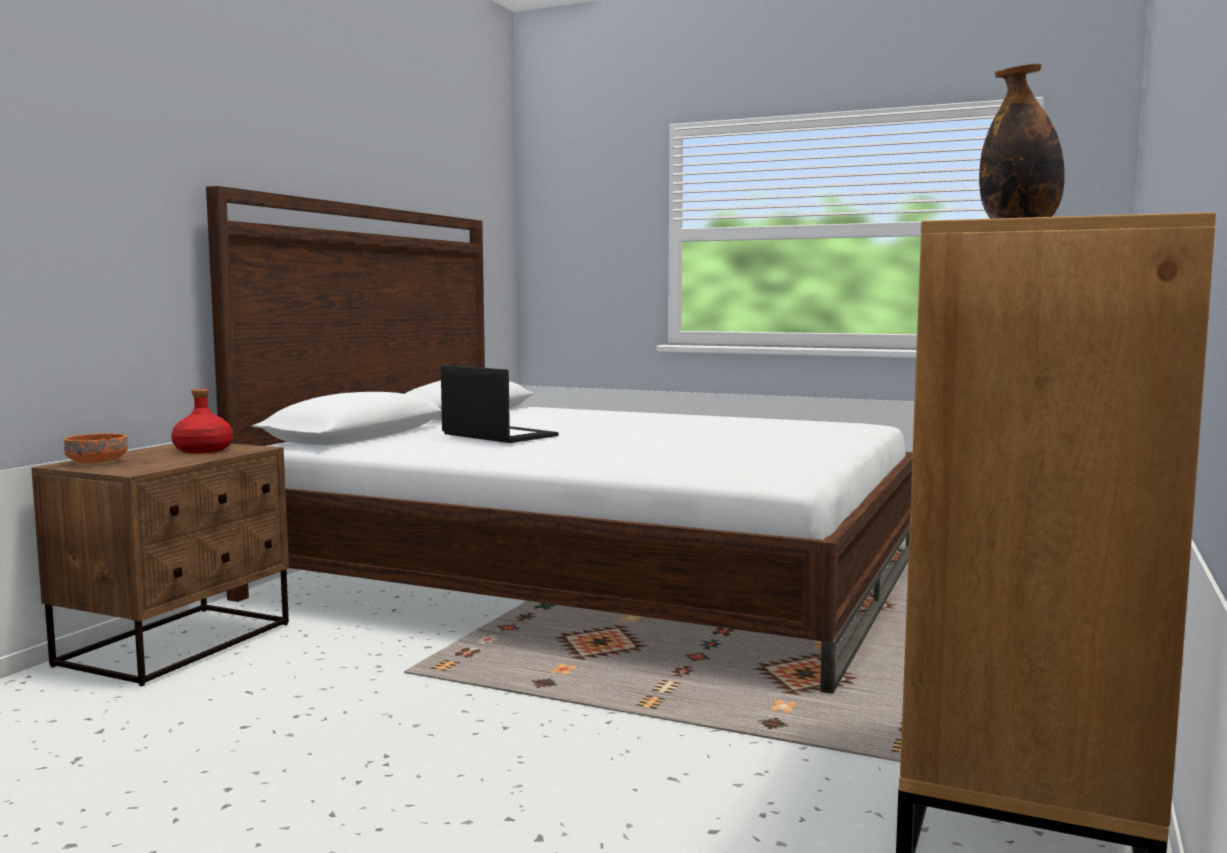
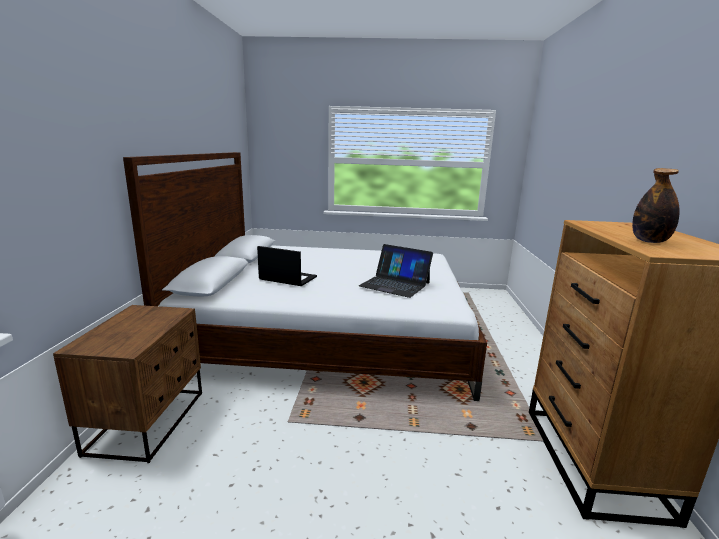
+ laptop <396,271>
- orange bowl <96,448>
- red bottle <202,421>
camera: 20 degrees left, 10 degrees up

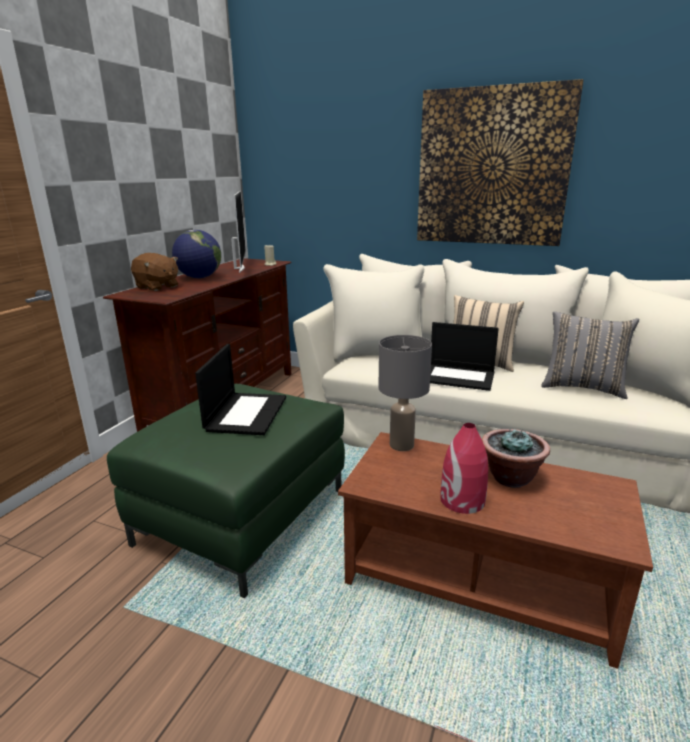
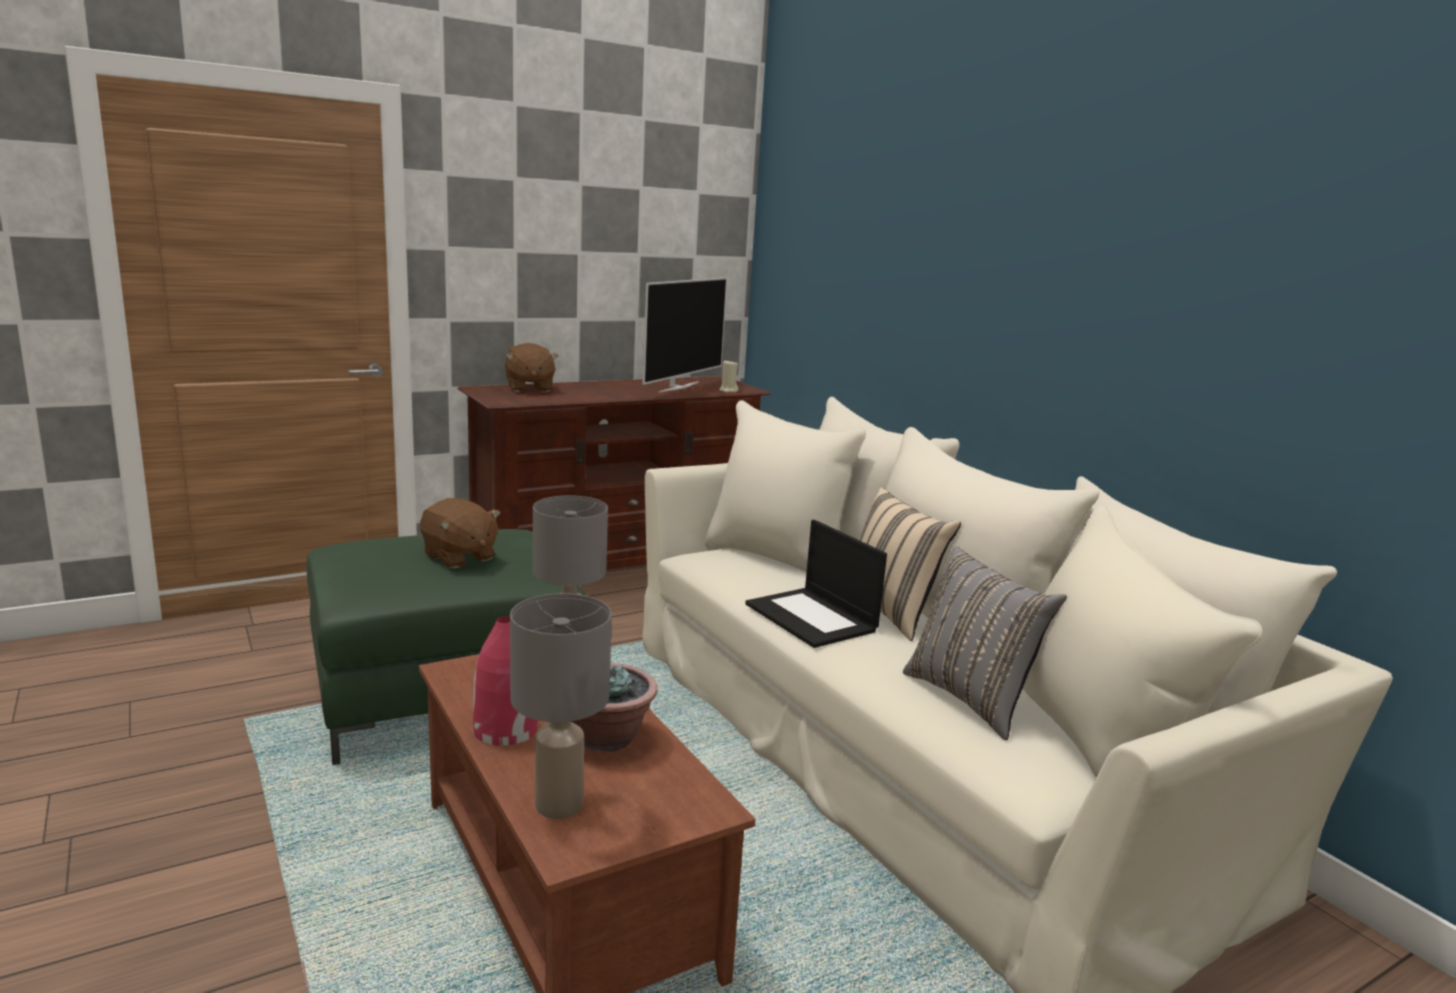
~ laptop <240,389> to brown plush toy <460,533>
+ grey table lamp <561,706>
- globe <196,254>
- picture <500,162>
camera: 35 degrees right, 5 degrees down

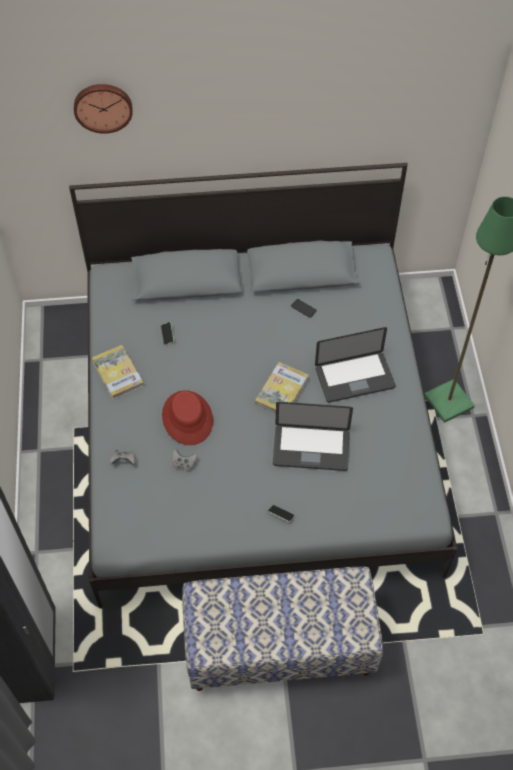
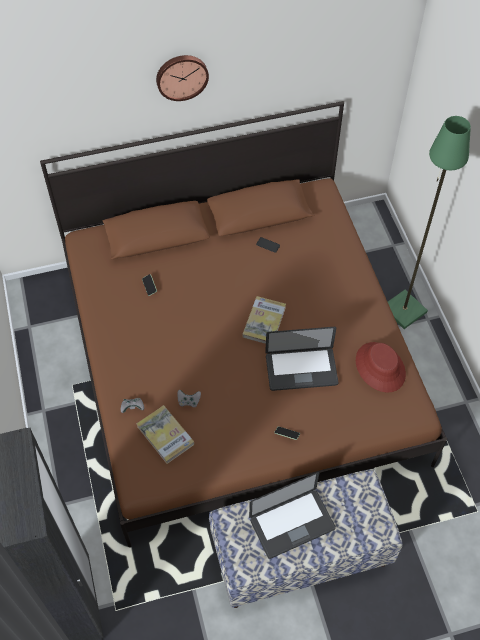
~ grey bed <263,385> to brown bed <243,324>
~ book <118,372> to <165,434>
~ wall clock <103,109> to <182,78>
~ laptop <355,364> to <292,515>
~ red hat <187,417> to <381,367>
camera: 10 degrees left, 0 degrees up

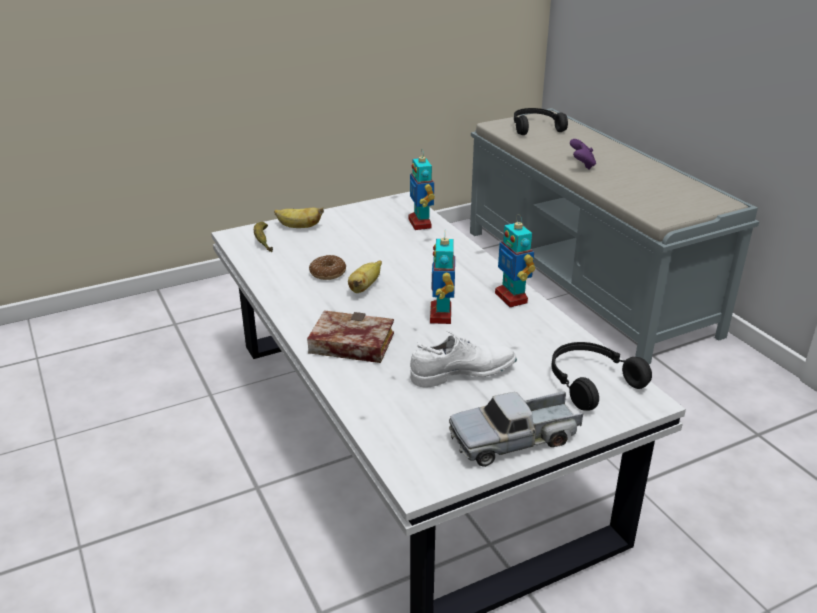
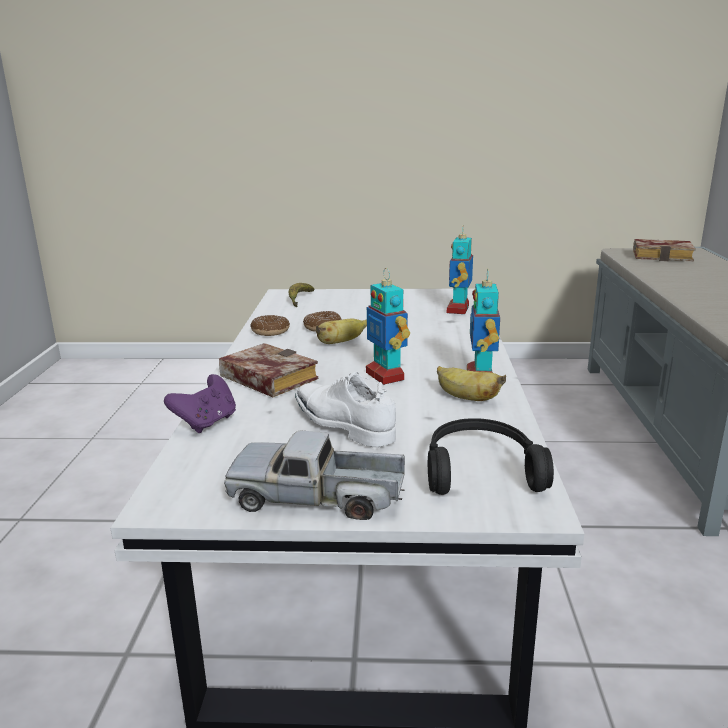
~ purple game controller <583,154> to <200,403>
+ donut <270,325>
~ white shoe <463,359> = <345,409> 150 degrees counterclockwise
~ toy robot <442,281> = <388,326> 60 degrees counterclockwise
~ banana <299,218> to <471,383>
~ black headphones <541,121> to book <664,250>
camera: 30 degrees right, 10 degrees down

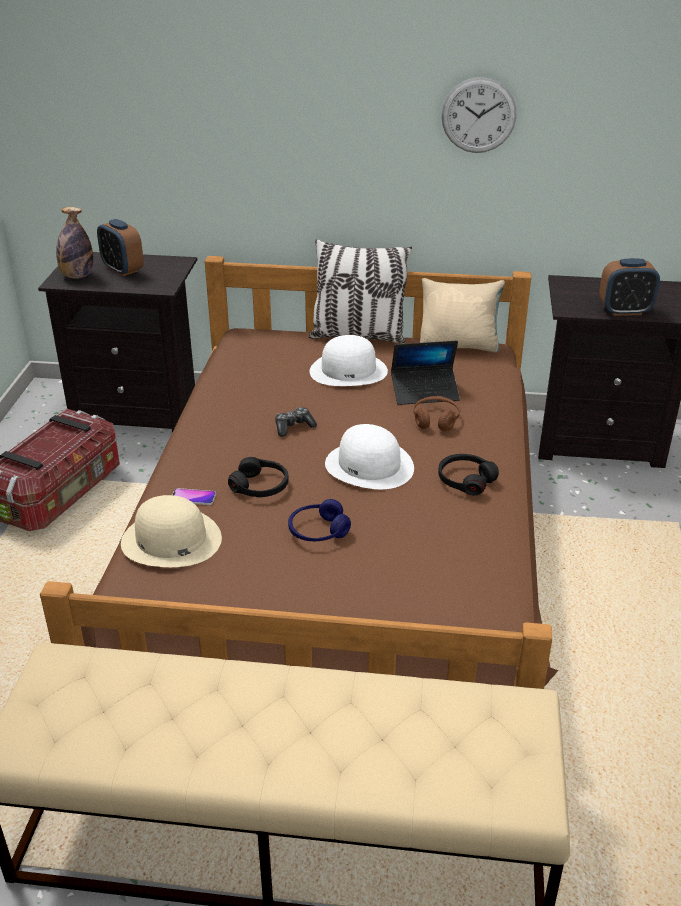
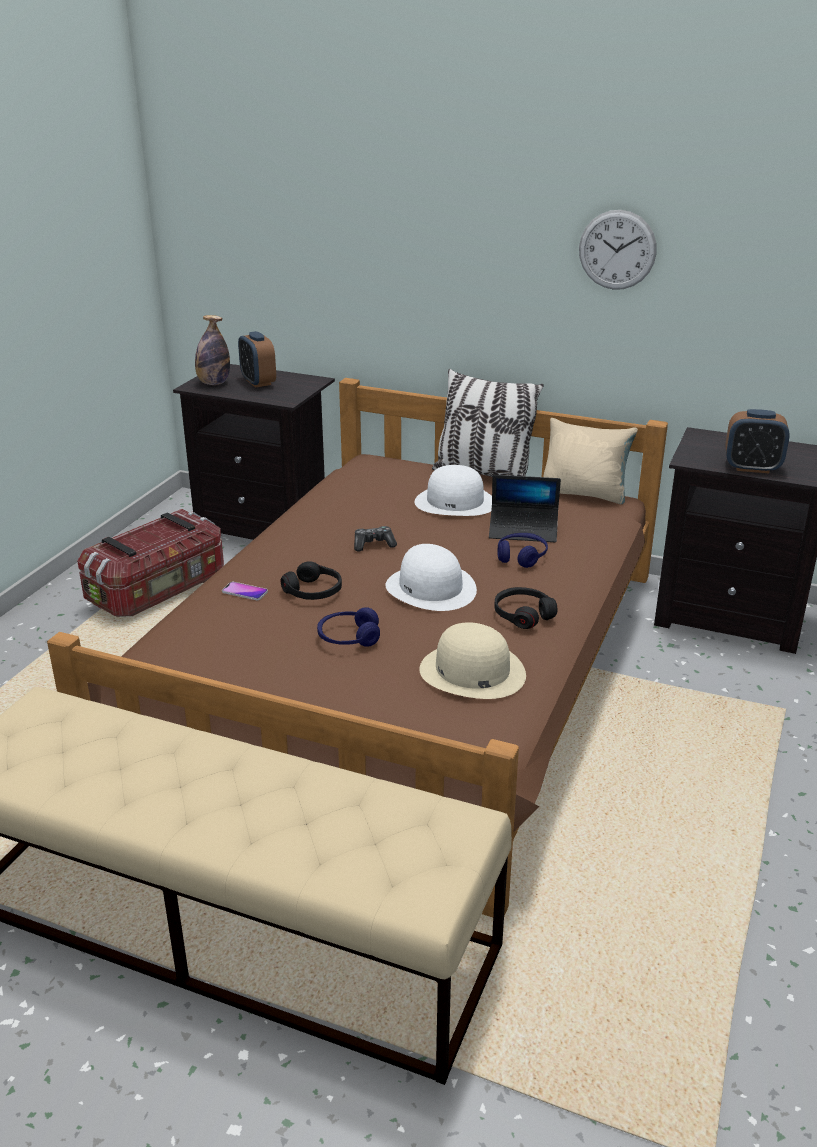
~ beige hat <171,531> to <472,660>
~ brown headphones <436,413> to blue headphones <522,550>
camera: 15 degrees right, 5 degrees down

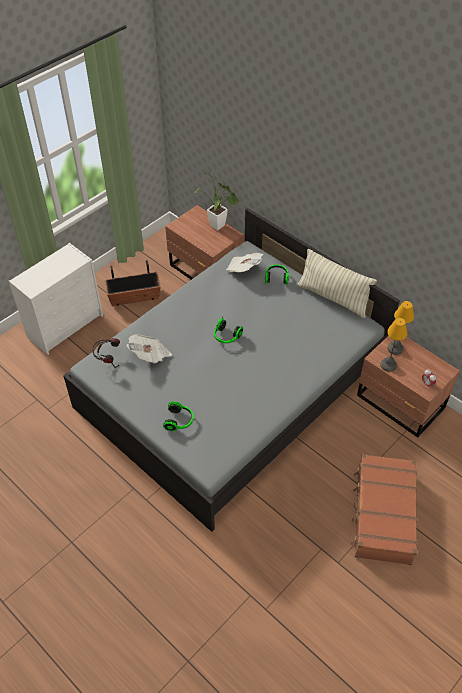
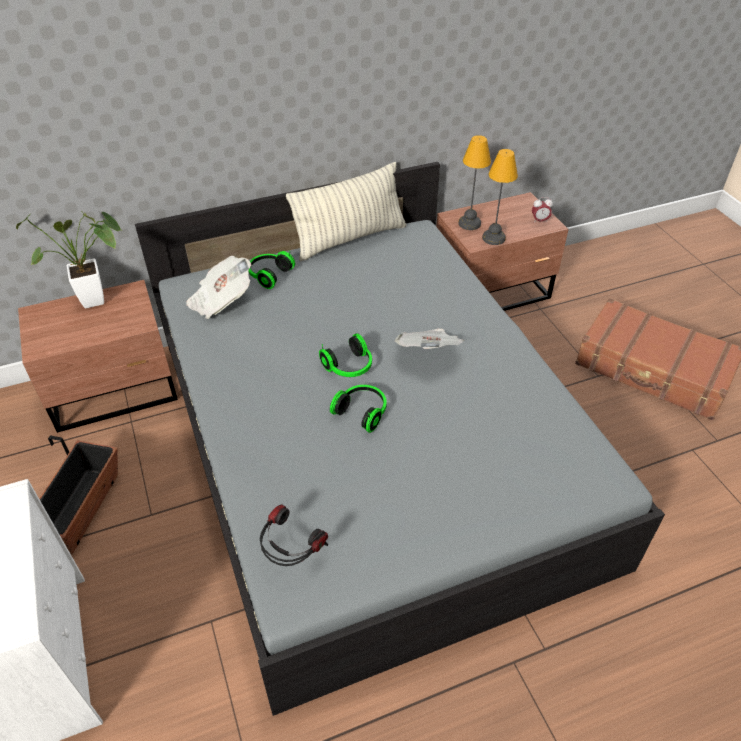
~ headphones <178,416> to <358,409>
~ newspaper <149,348> to <429,339>
camera: 65 degrees left, 5 degrees down

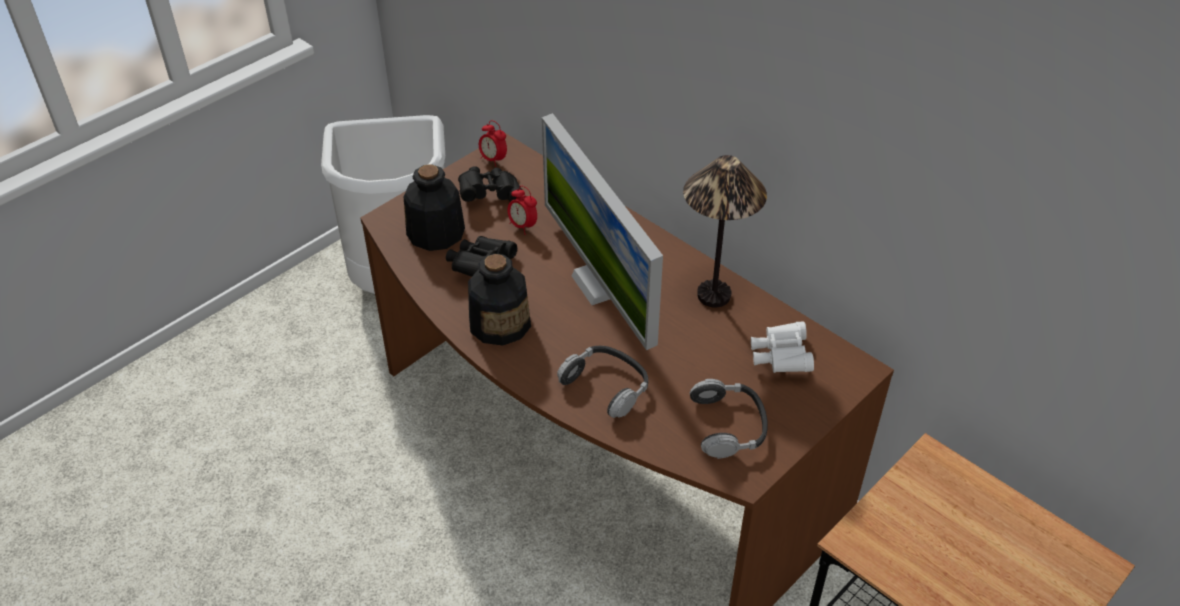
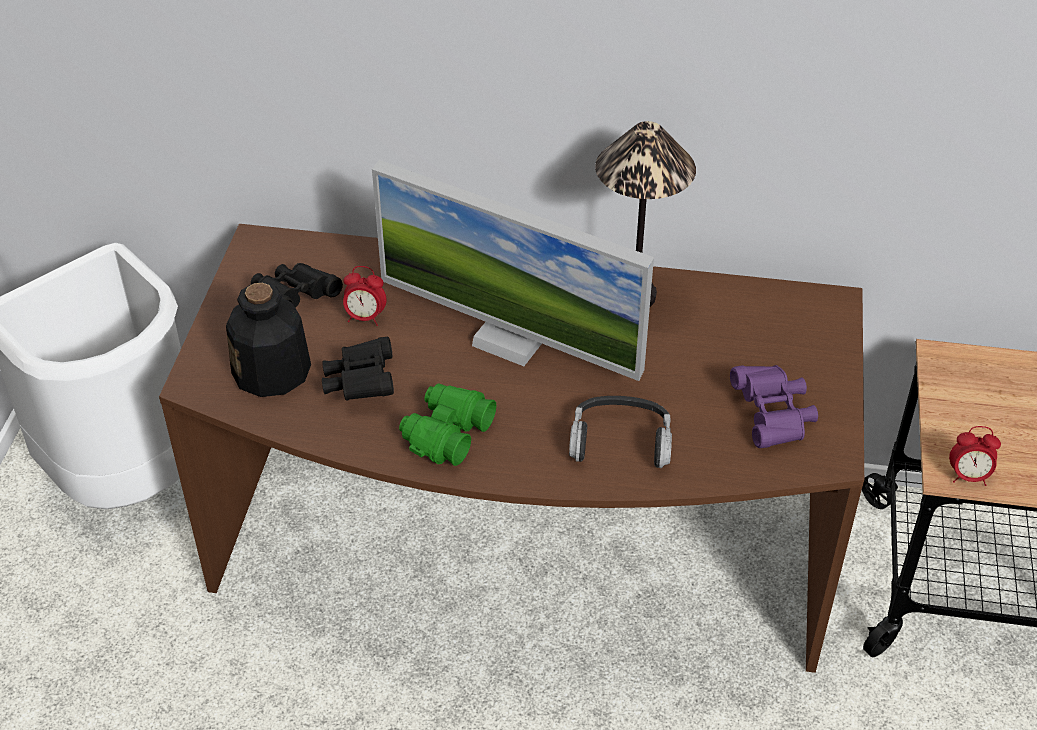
~ bottle <499,300> to green binoculars <447,424>
~ headphones <729,419> to purple binoculars <774,406>
~ alarm clock <493,143> to <975,456>
- white binoculars <782,347>
camera: 35 degrees left, 0 degrees up

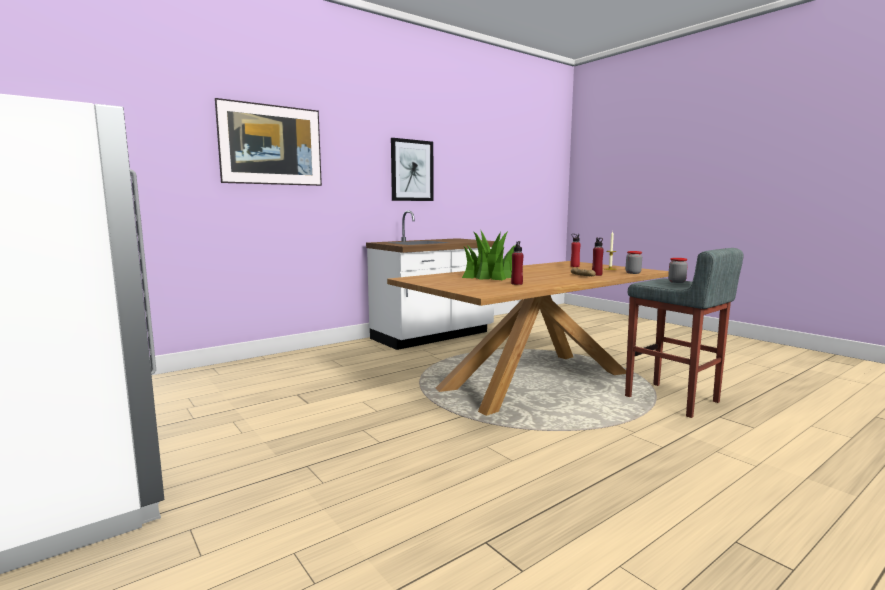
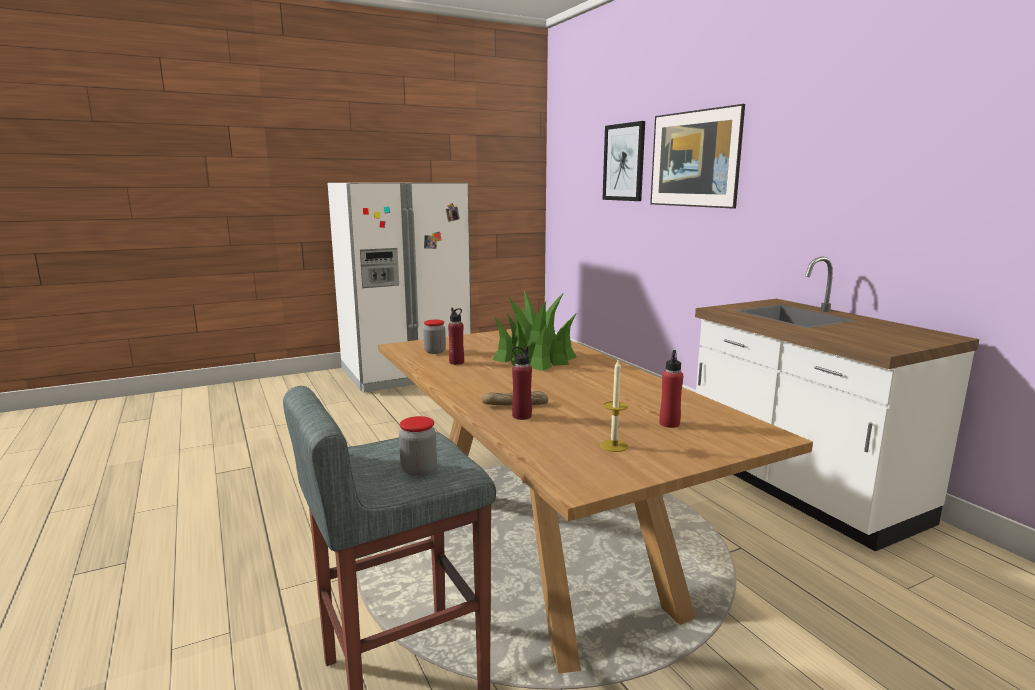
~ jar <634,262> to <434,337>
~ picture <412,169> to <623,161>
camera: 100 degrees right, 5 degrees up

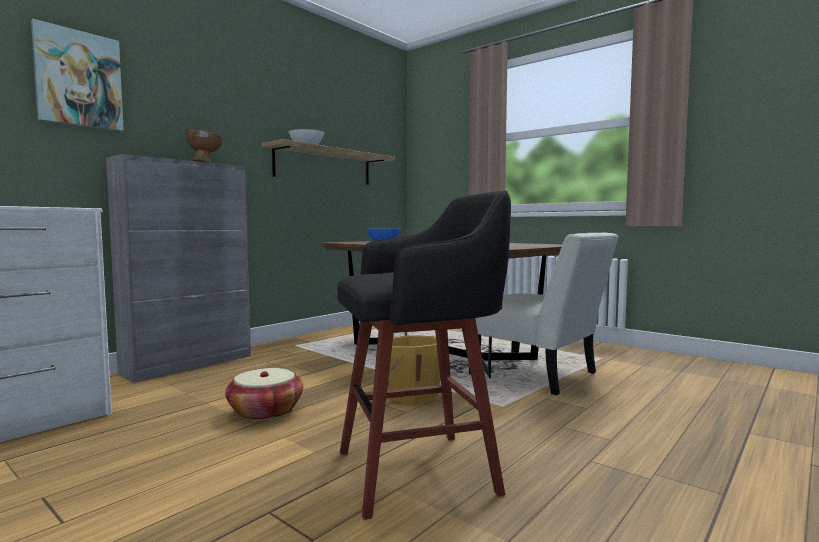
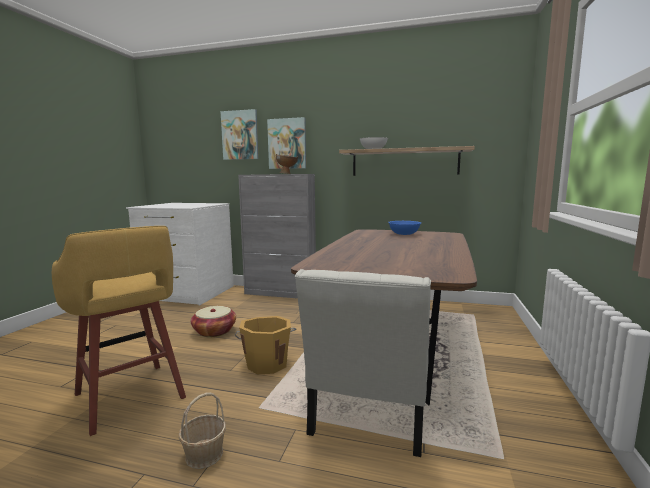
~ black stool <424,355> to yellow stool <119,331>
+ basket <202,430>
+ picture <286,143>
camera: 65 degrees right, 5 degrees up

